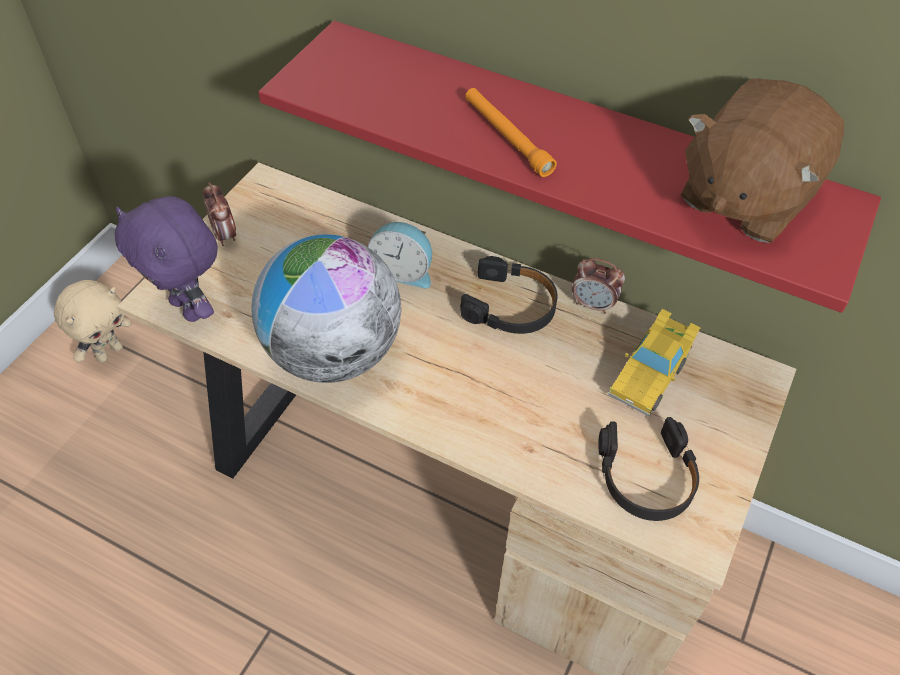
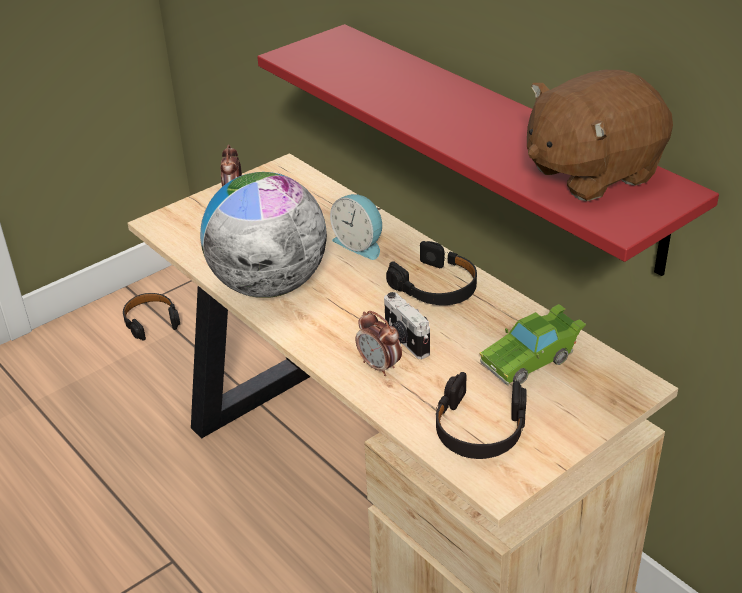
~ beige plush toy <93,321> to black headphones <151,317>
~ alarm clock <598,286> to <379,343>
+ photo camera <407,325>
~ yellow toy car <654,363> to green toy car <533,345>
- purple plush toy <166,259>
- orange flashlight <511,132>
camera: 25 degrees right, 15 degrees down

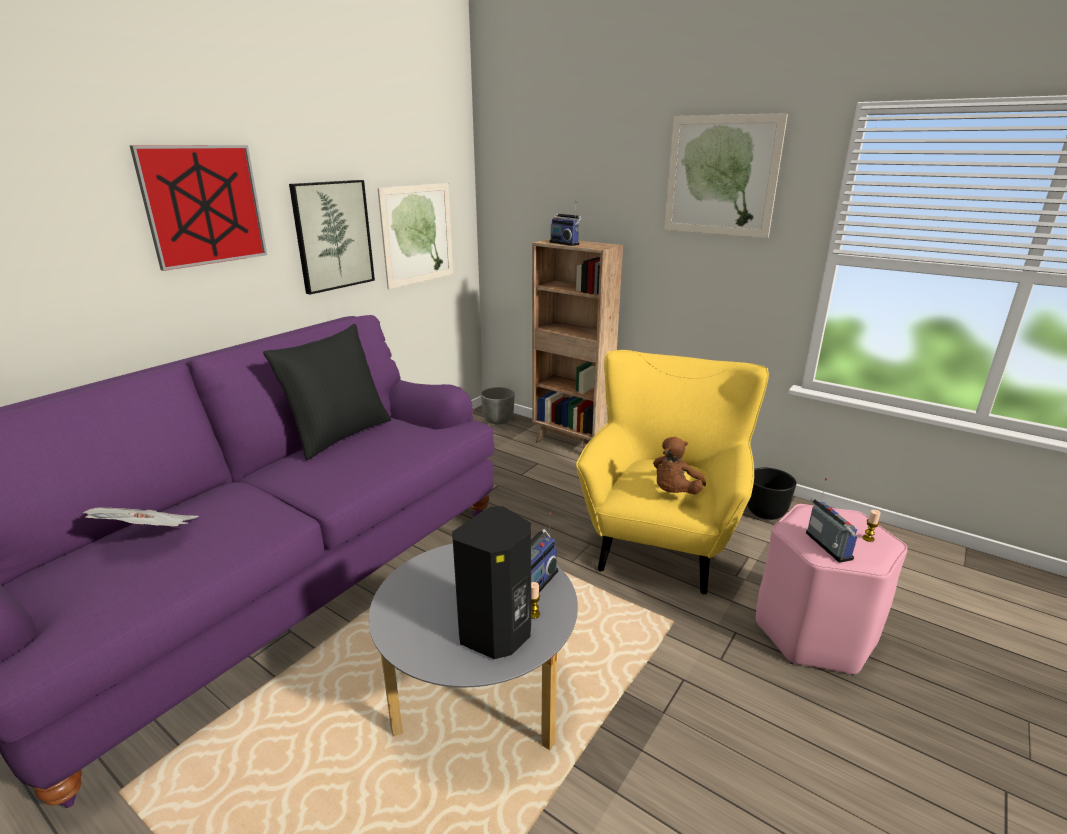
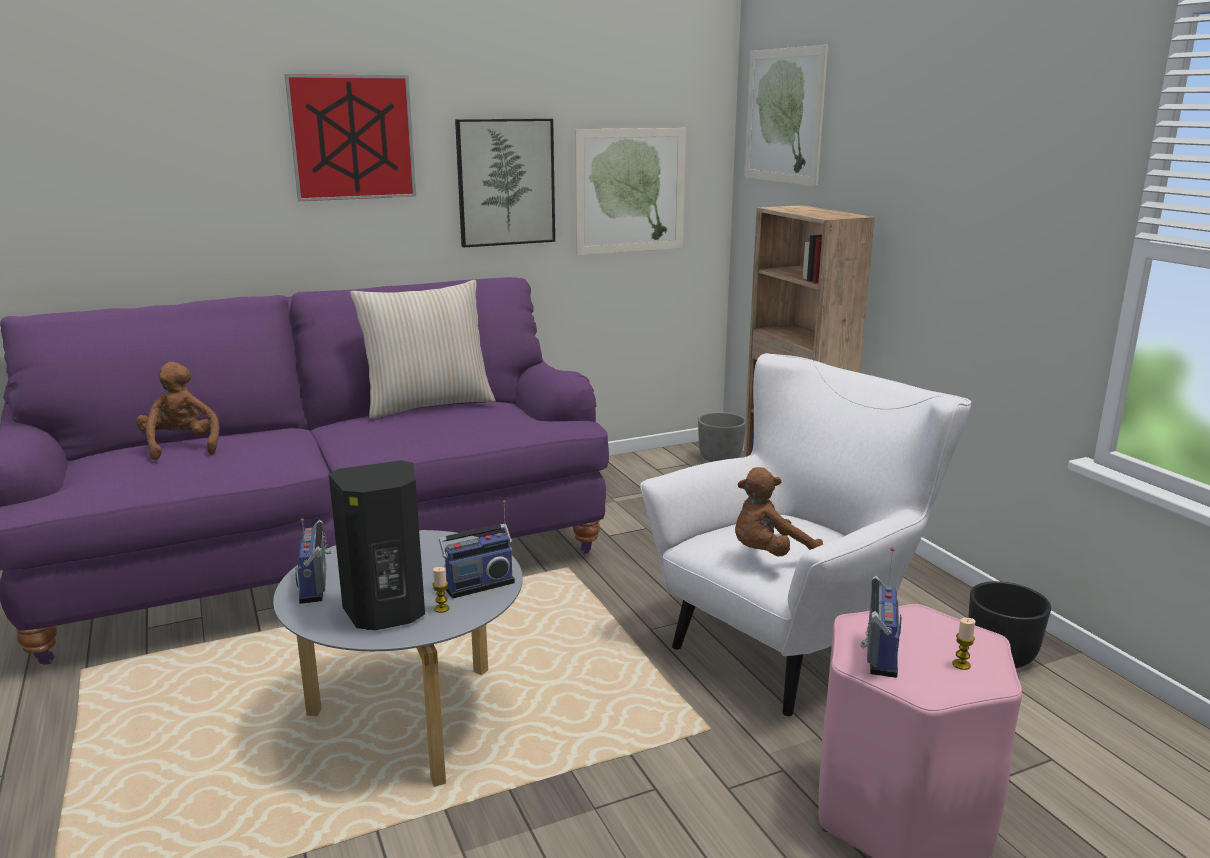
~ newspaper <141,517> to brown plush toy <177,411>
~ radio <565,223> to <313,561>
~ black pillow <327,392> to beige pillow <423,349>
~ yellow armchair <672,472> to white armchair <806,535>
~ picture <726,175> to <786,116>
camera: 30 degrees right, 5 degrees down

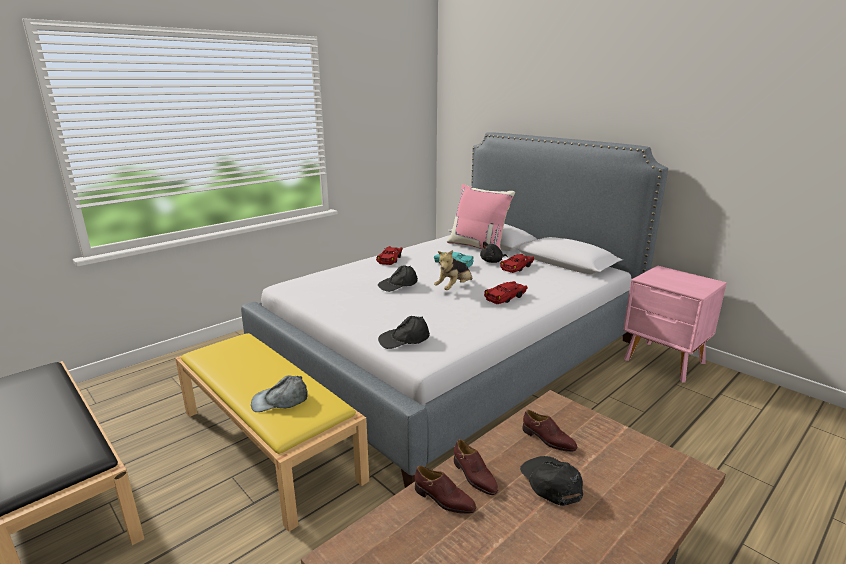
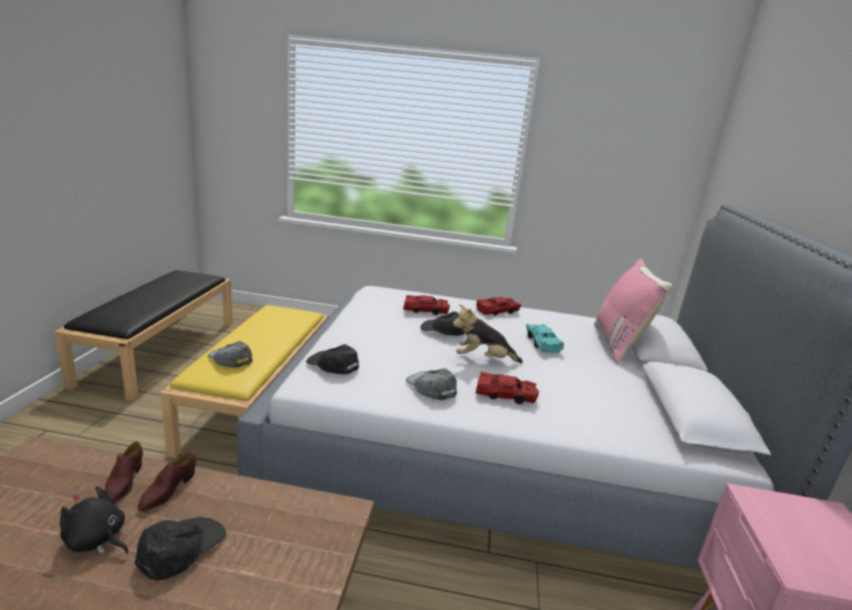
~ black plush toy <494,252> to <94,520>
~ red toy car <517,263> to <426,305>
+ grey cap <431,384>
- brown shoe <549,431>
camera: 50 degrees right, 0 degrees up

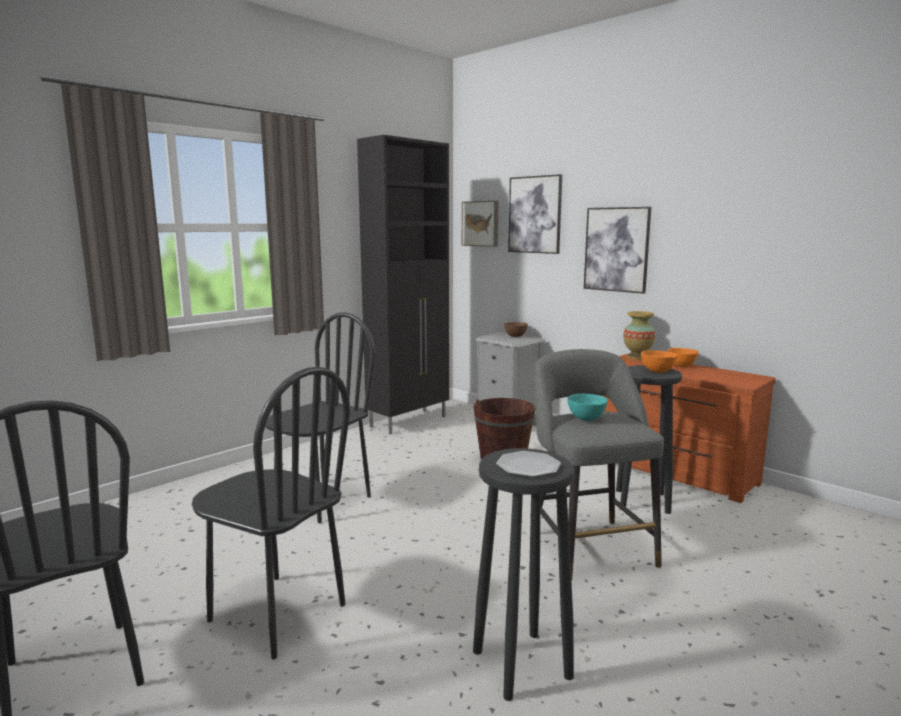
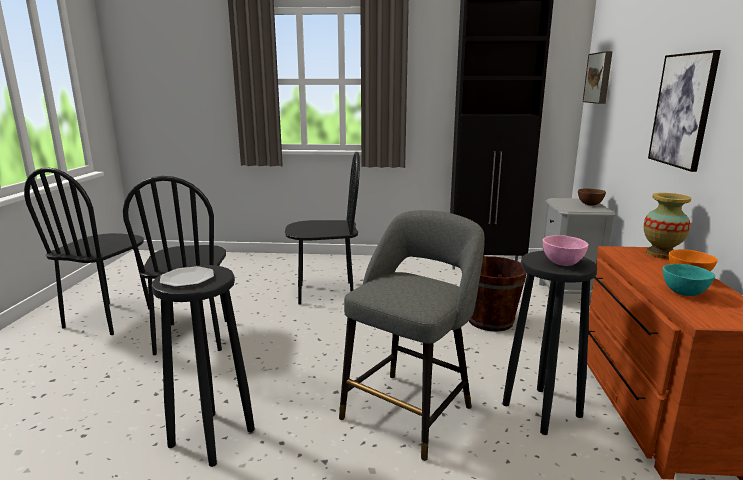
~ orange bowl <659,361> to pink bowl <566,250>
~ turquoise bowl <588,407> to <689,280>
- picture <535,214>
camera: 50 degrees right, 5 degrees up

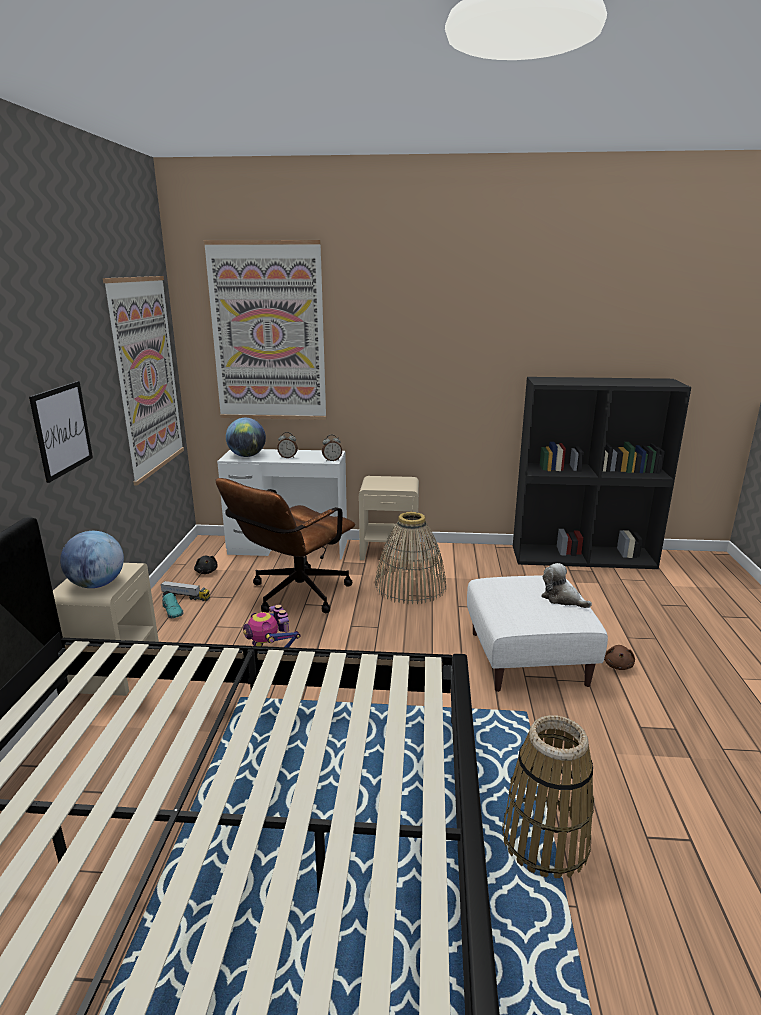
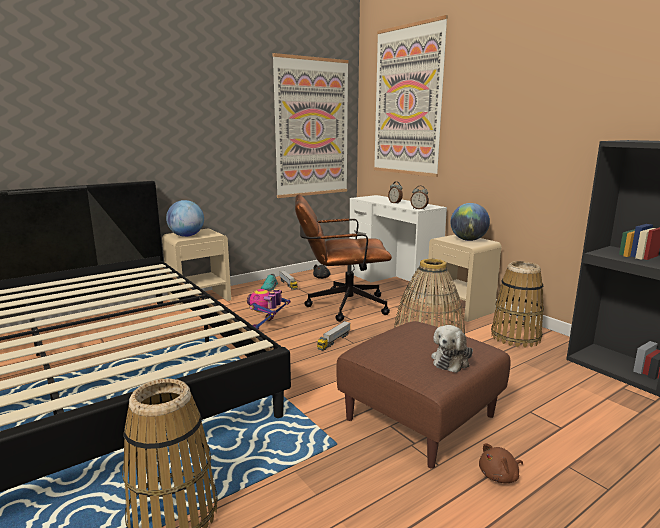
+ toy truck <333,336>
~ white ottoman <537,633> to brown ottoman <424,395>
~ plush toy <566,585> = <452,349> 150 degrees counterclockwise
~ globe <246,437> to <470,222>
+ basket <517,304>
- picture <61,432>
camera: 50 degrees right, 5 degrees down

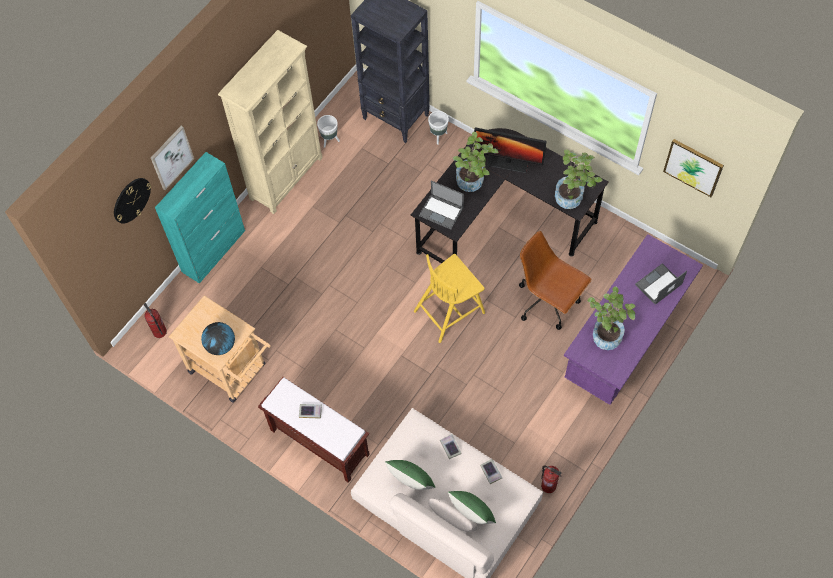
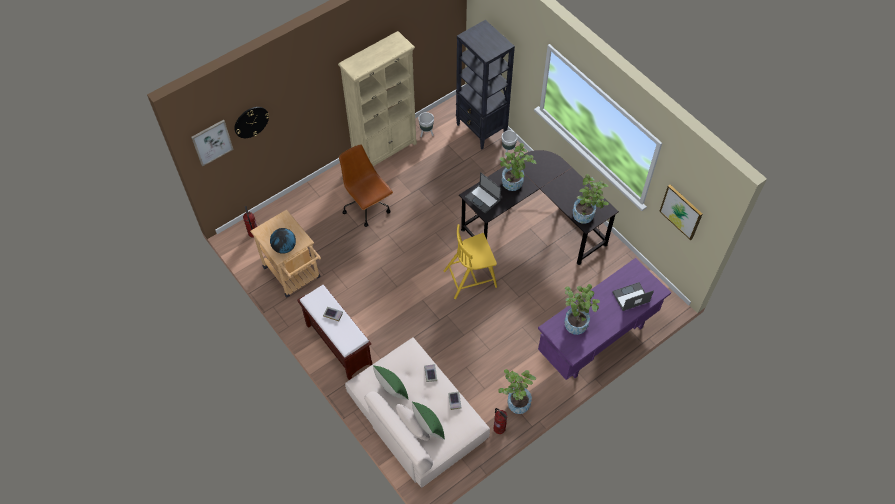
~ picture <172,158> to <212,143>
~ brown office chair <555,280> to <366,185>
+ potted plant <517,391>
- turquoise cabinet <200,218>
- monitor <510,150>
camera: 15 degrees right, 5 degrees down

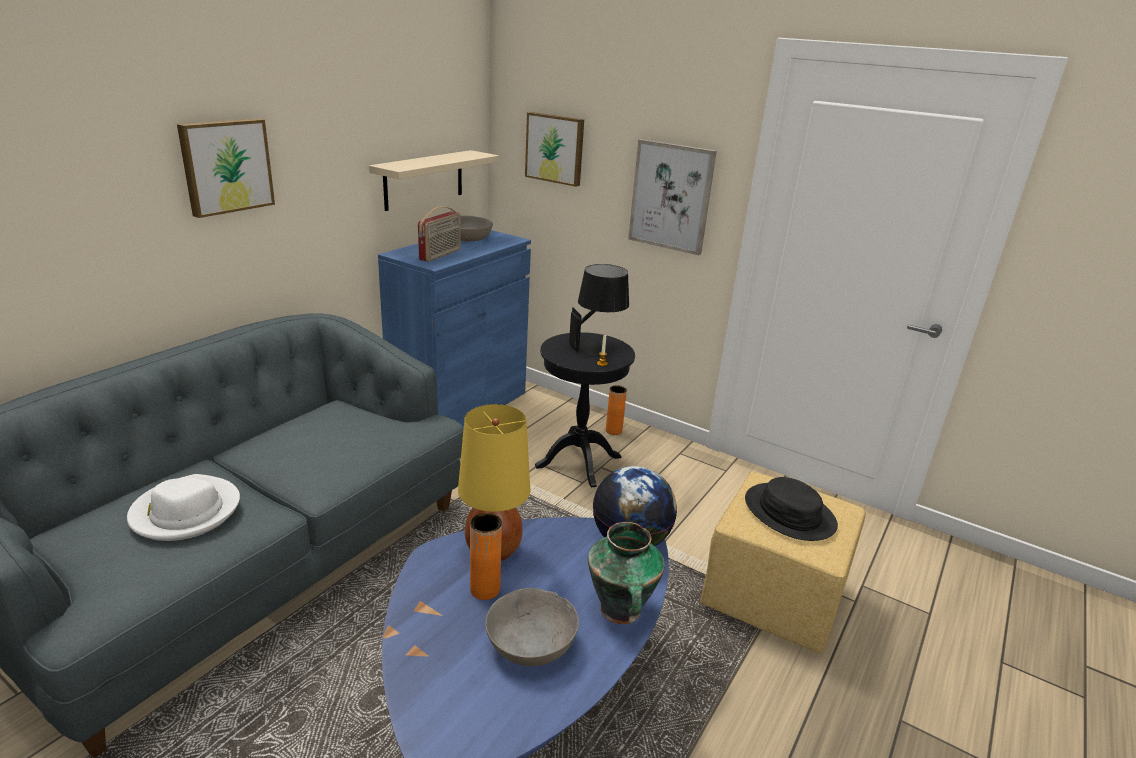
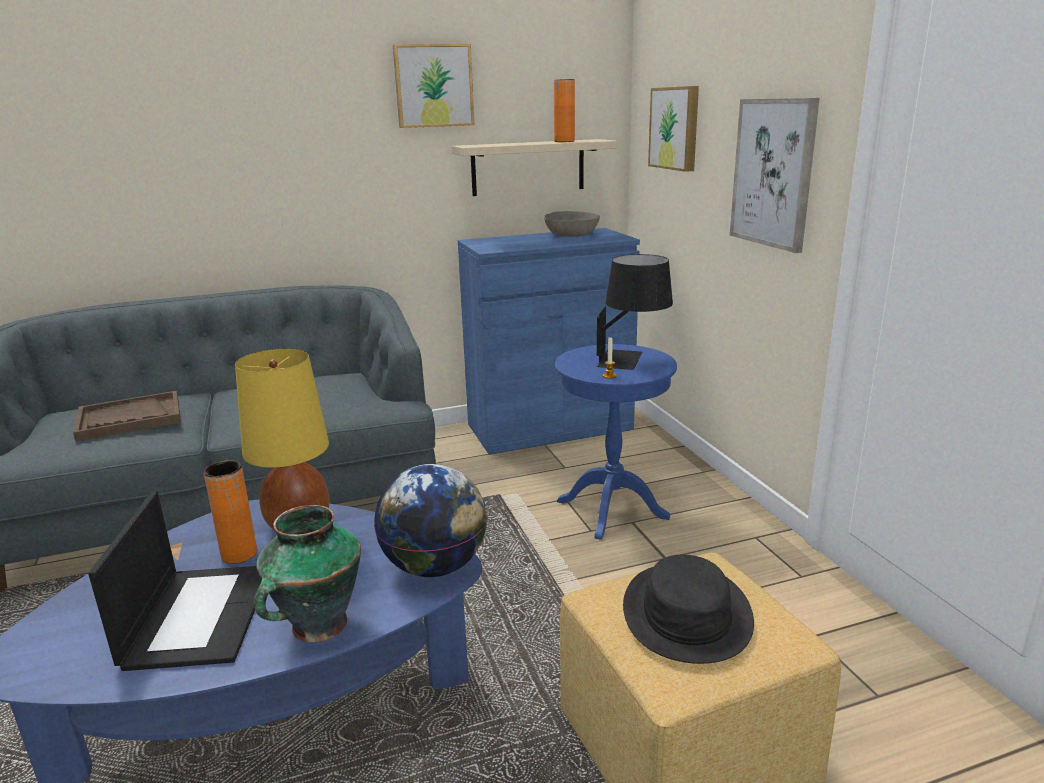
~ white hat <183,507> to brown tray <127,416>
~ grey bowl <532,627> to laptop <174,581>
~ picture <226,168> to <433,86>
~ orange vase <616,410> to <564,110>
~ black side table <585,410> to blue side table <616,442>
- radio <439,234>
camera: 40 degrees right, 5 degrees down

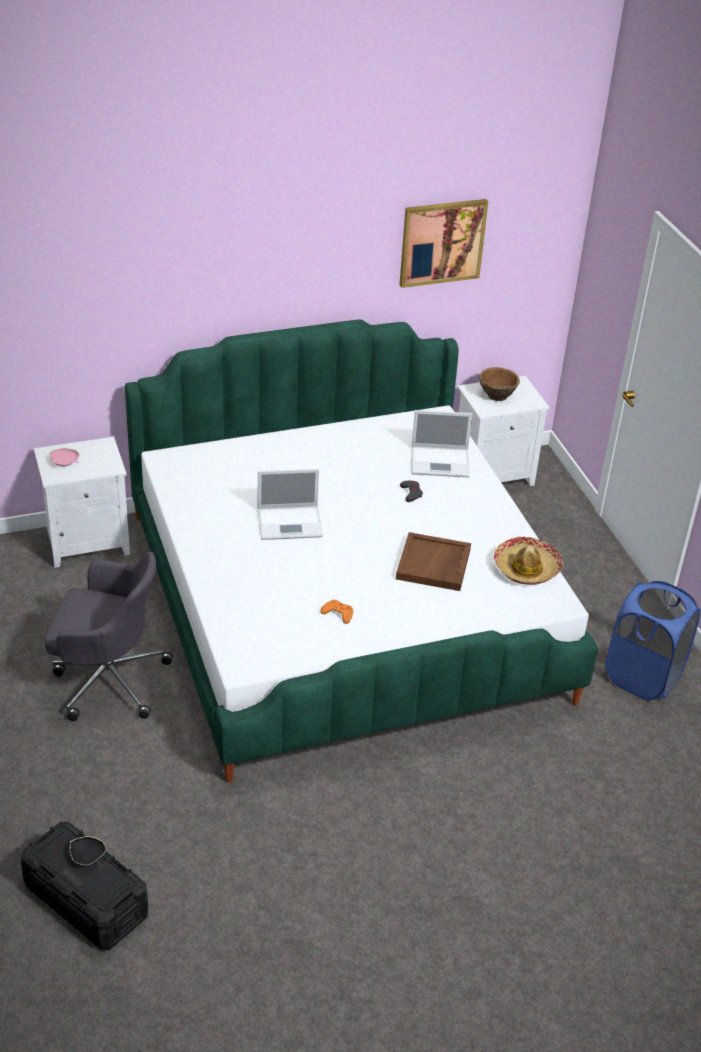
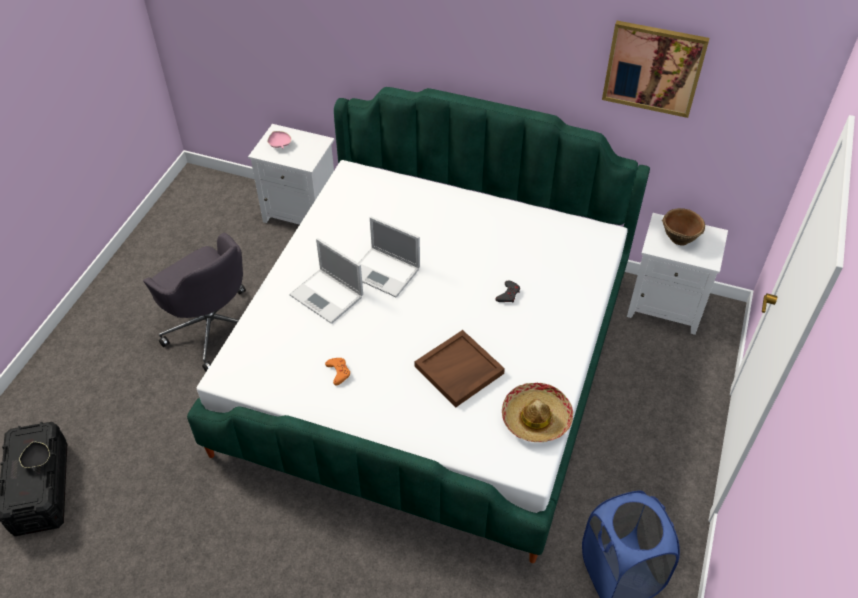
~ laptop <441,443> to <326,281>
camera: 40 degrees right, 10 degrees up

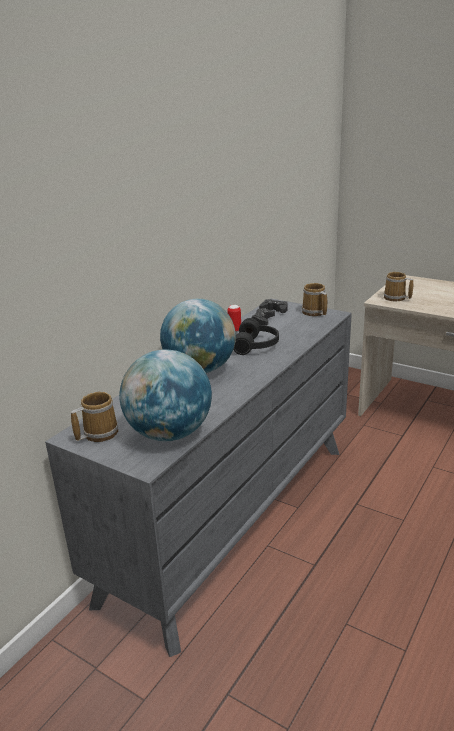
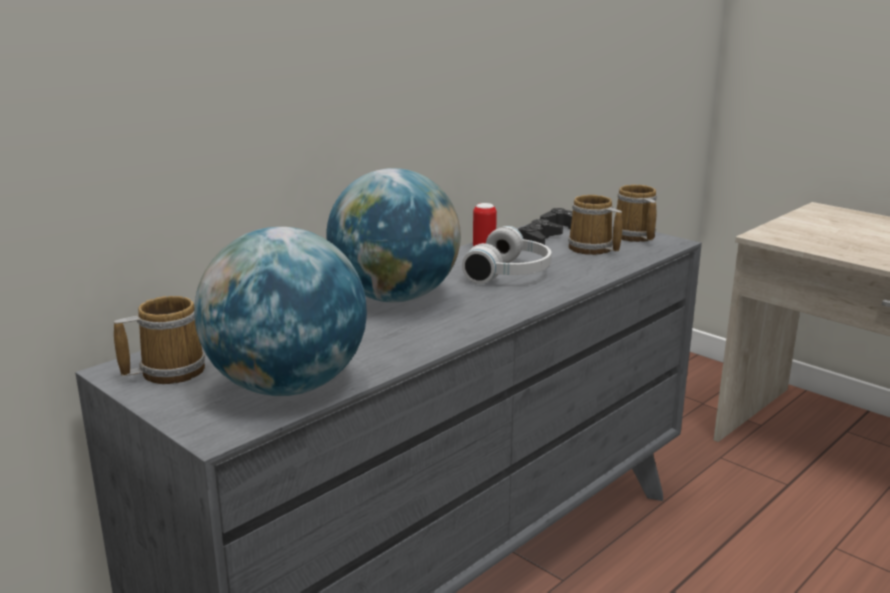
~ black headphones <256,336> to white headphones <506,255>
~ mug <398,287> to <595,225>
camera: 10 degrees right, 5 degrees down

